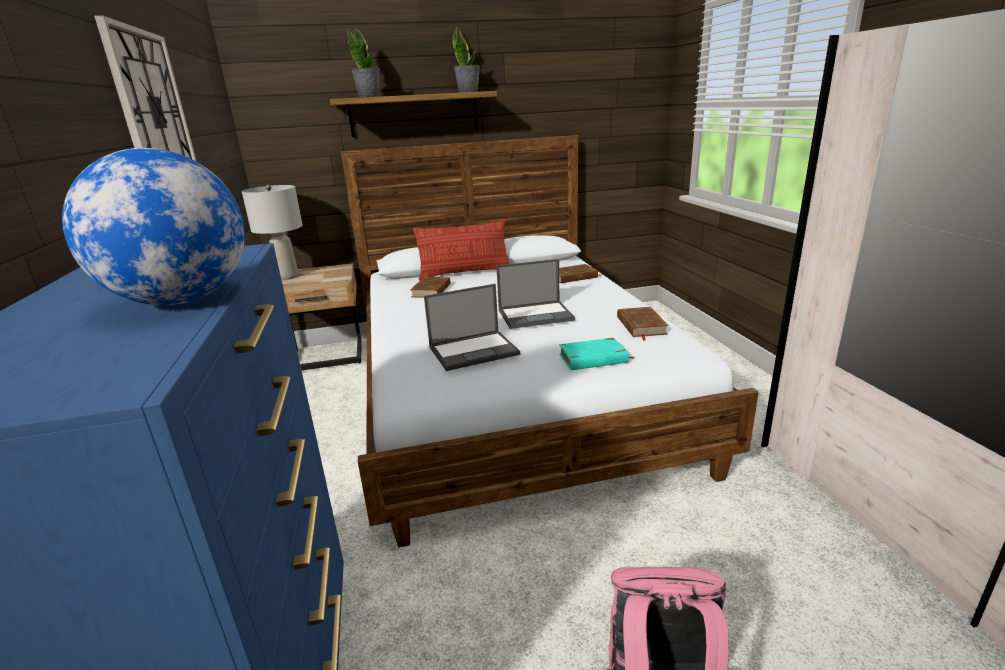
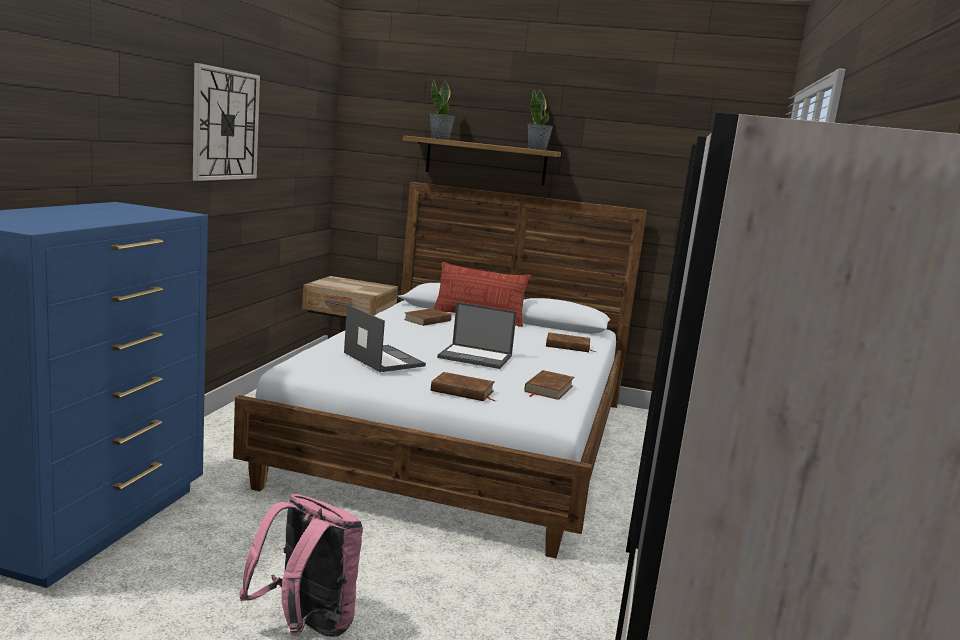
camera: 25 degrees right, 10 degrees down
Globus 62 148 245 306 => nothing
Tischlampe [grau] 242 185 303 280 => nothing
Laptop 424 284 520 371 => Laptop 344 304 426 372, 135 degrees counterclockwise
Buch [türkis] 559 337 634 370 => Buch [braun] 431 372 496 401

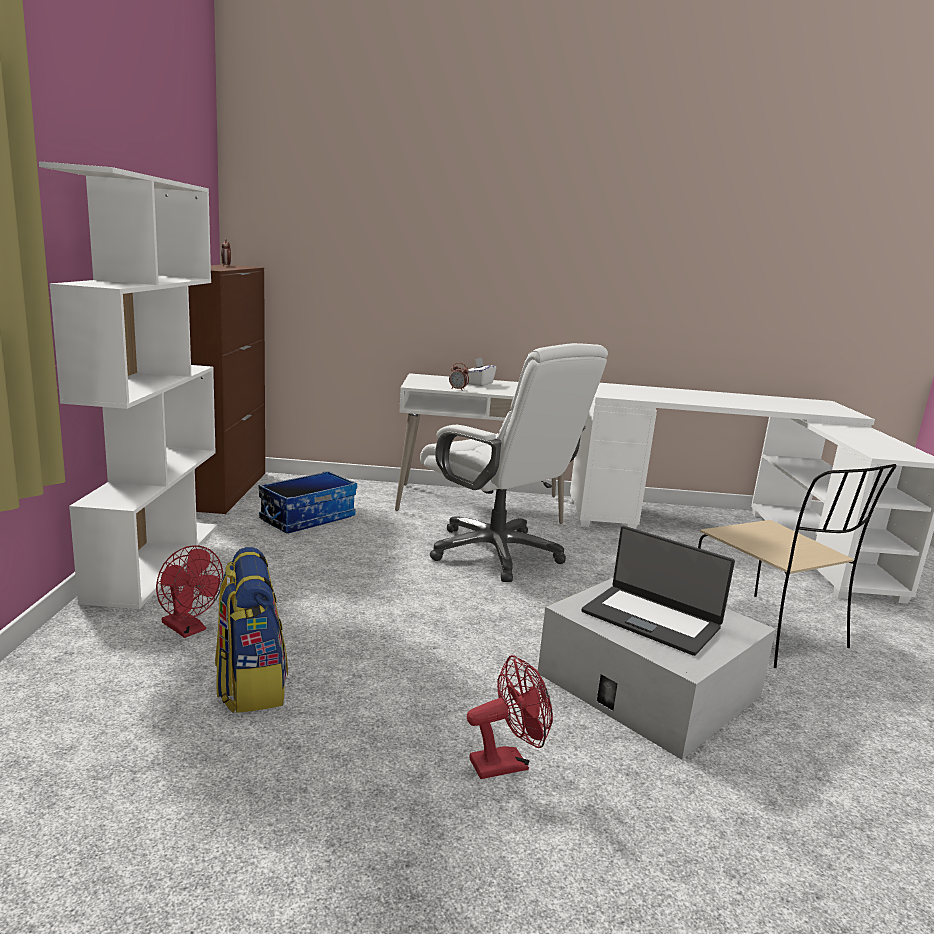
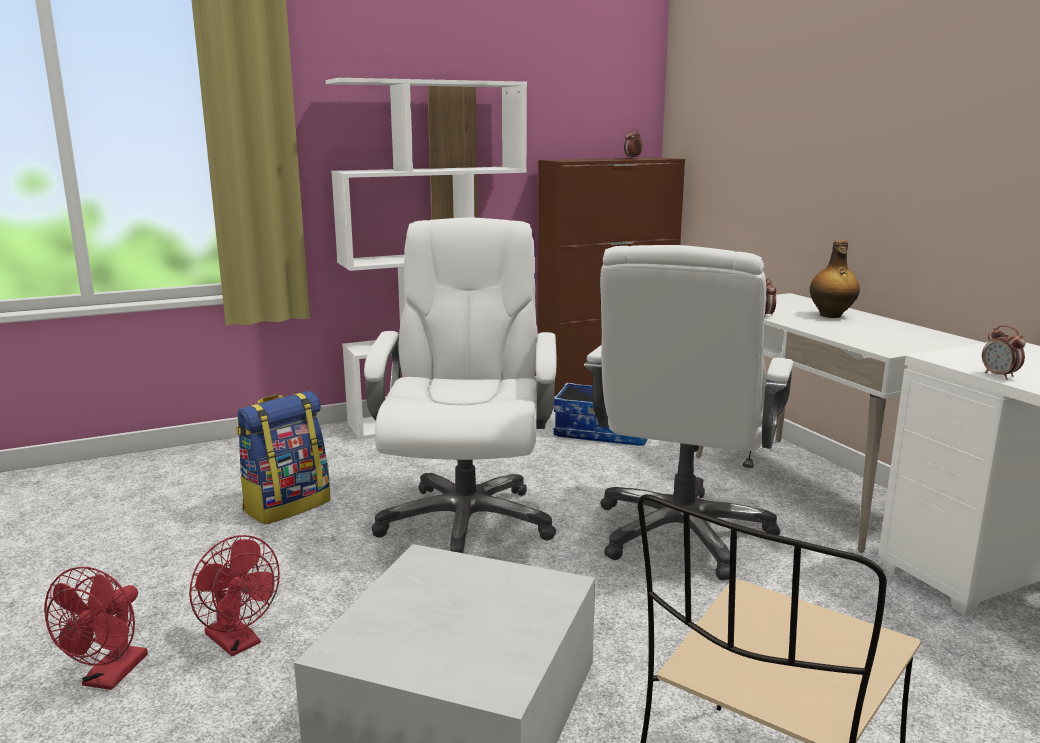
camera: 65 degrees right, 0 degrees up
Ventilator [rot] 156 545 223 638 => Ventilator [rot] 44 567 148 690, moved
Taschentuchbox [weiß] 468 358 496 386 => Flasche 810 241 860 318
Laptop 582 526 735 656 => nothing
nothing => Bürostuhl [weiß] 364 217 556 553
nothing => Wecker 982 325 1026 379

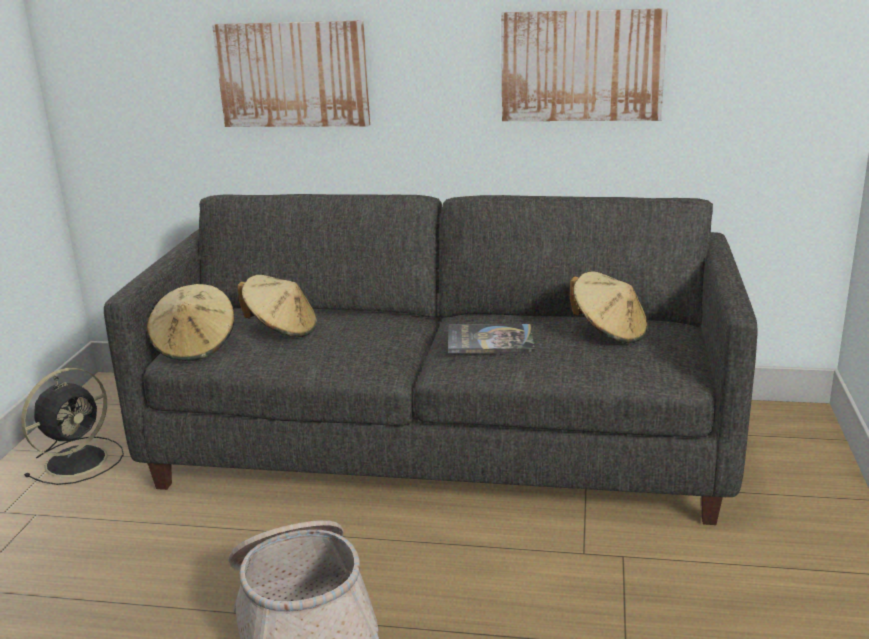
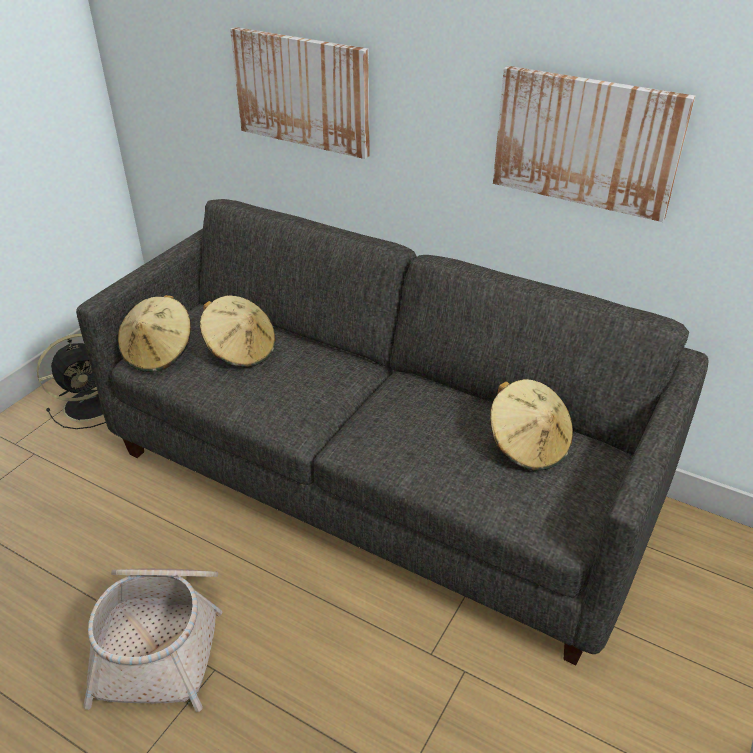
camera: 20 degrees right, 15 degrees up
Buch 448 324 535 353 => nothing

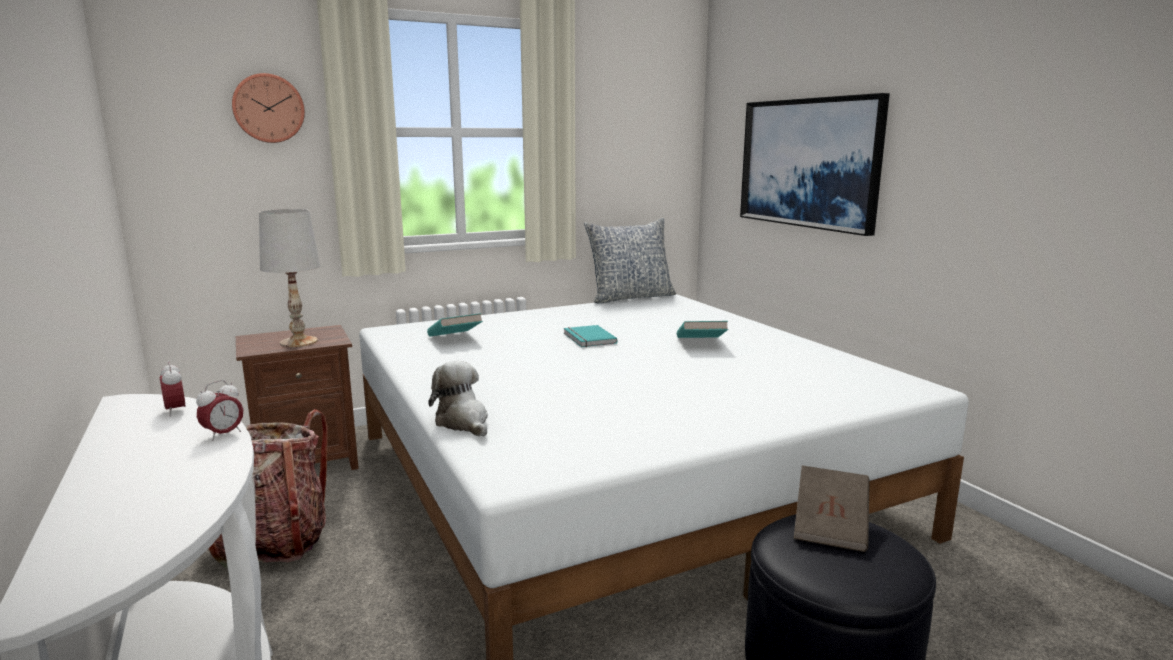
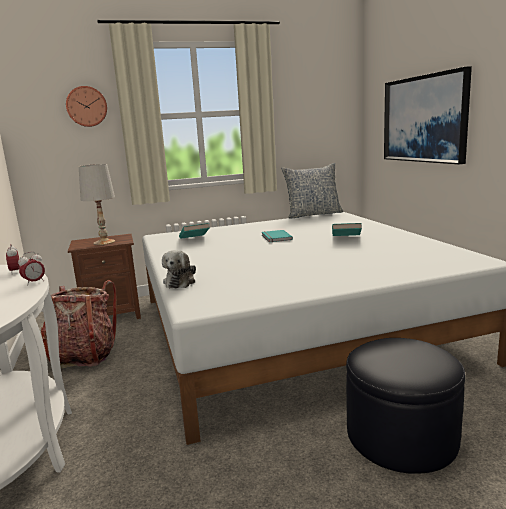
camera: 10 degrees right, 0 degrees up
Plüschtier 428 361 488 437 => Plüschtier 162 250 196 288, 150 degrees counterclockwise
Buch [braun] 794 465 870 552 => nothing

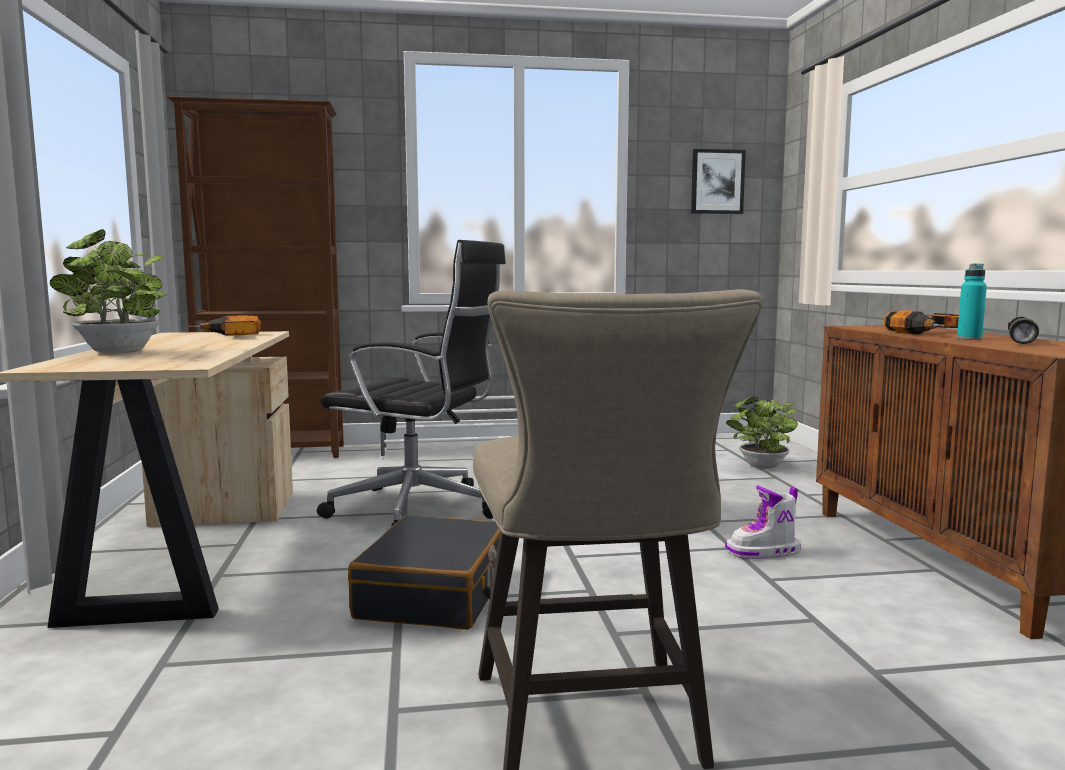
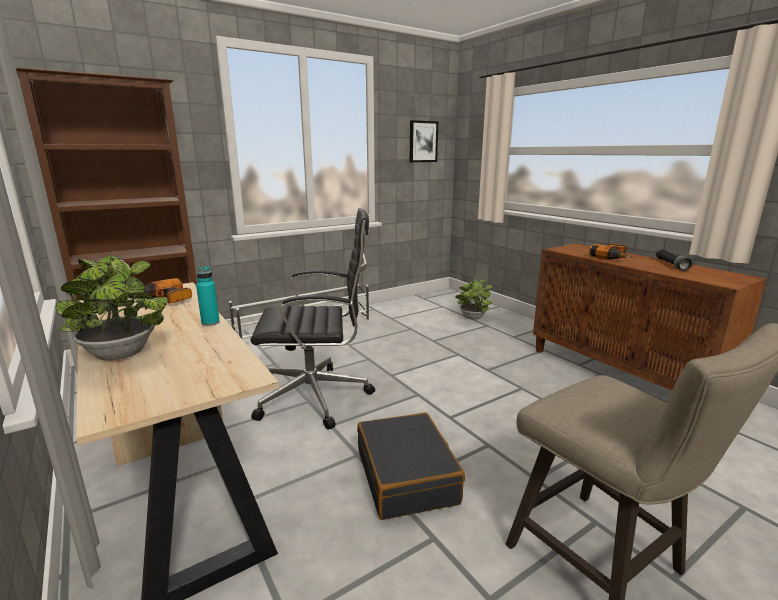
camera: 25 degrees left, 10 degrees up
Stiefel 725 485 802 559 => nothing
Flasche [türkis] 957 264 987 340 => Flasche [türkis] 196 266 220 326, moved

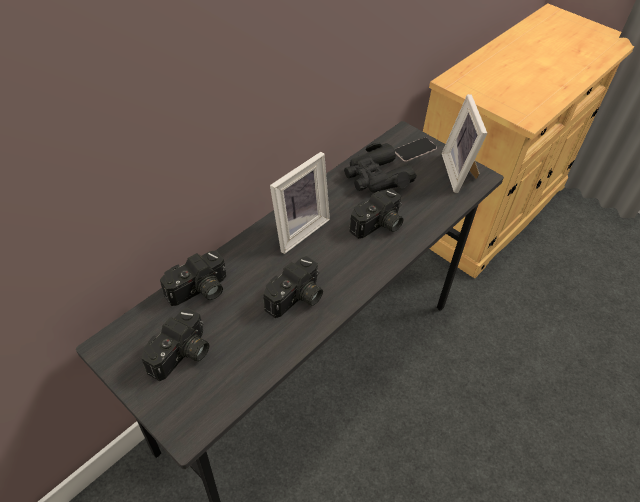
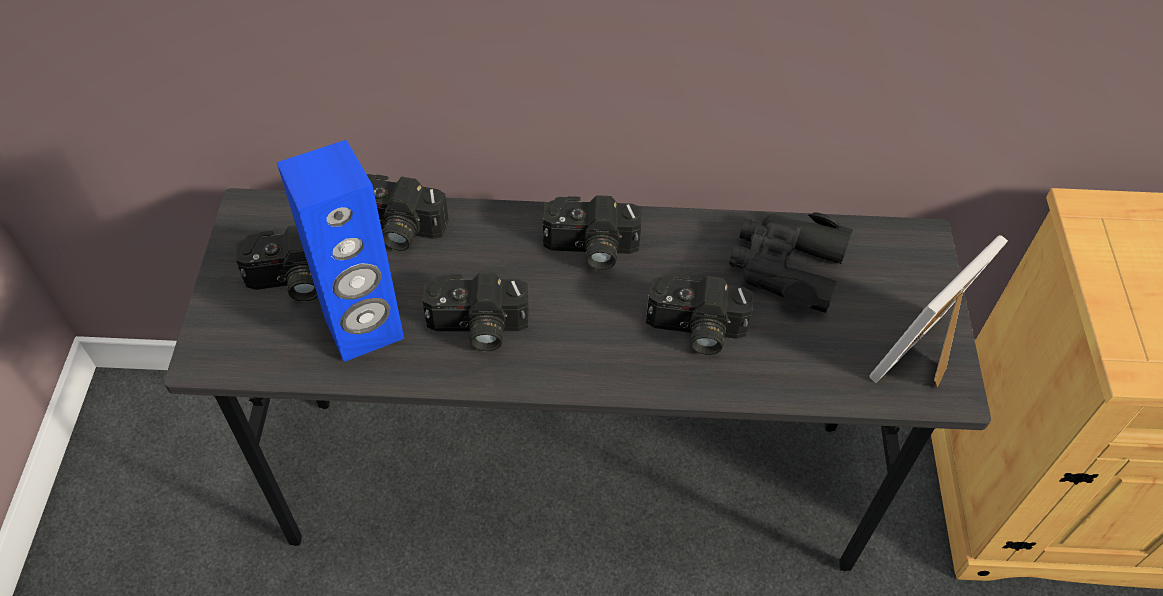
camera: 50 degrees right, 5 degrees up
Bilderrahmen 270 152 330 254 => Kamera 543 195 641 270
Handy 394 137 437 162 => nothing
nothing => Lautsprecher [blau] 277 140 404 362

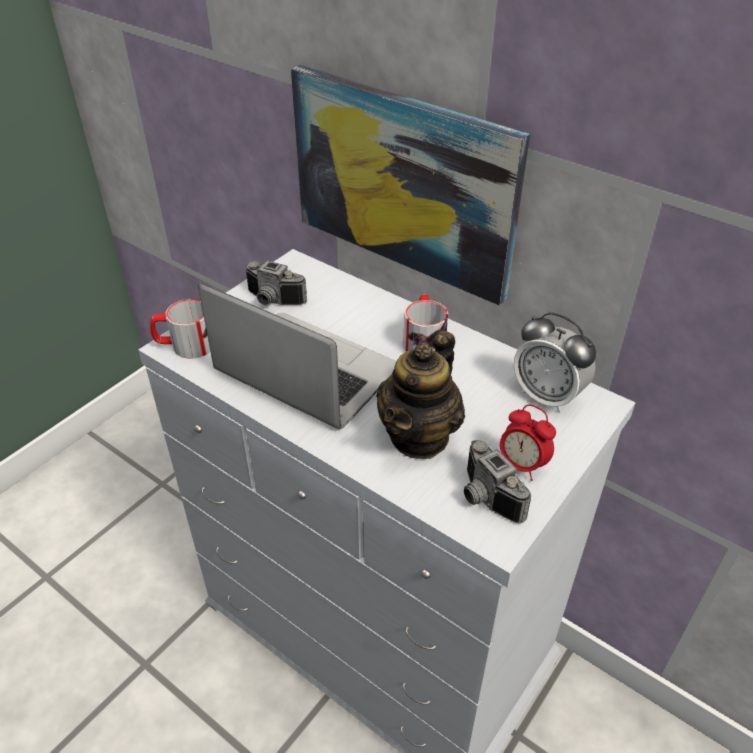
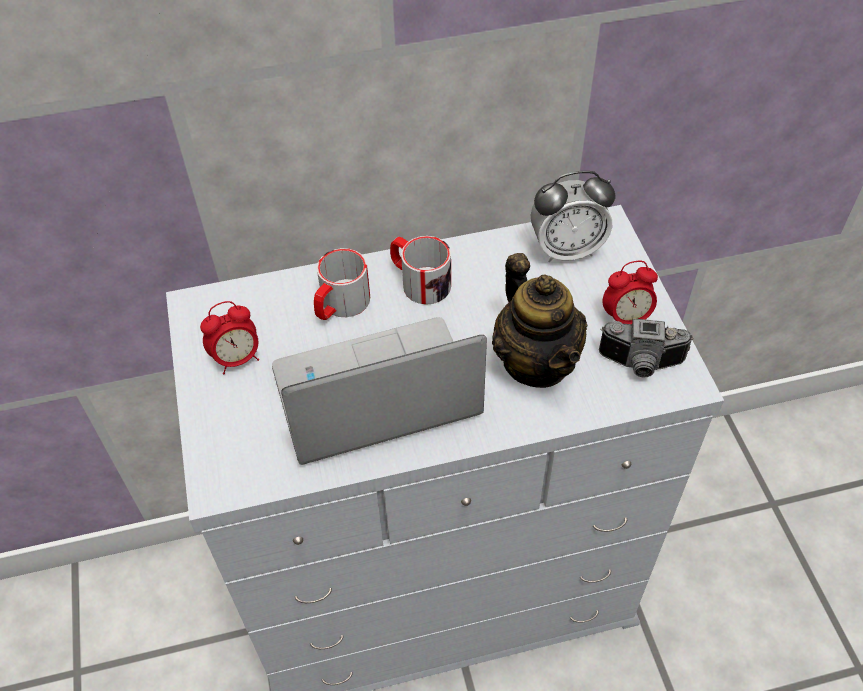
camera: 50 degrees left, 10 degrees up
Henkelbecher 150 299 210 359 => Henkelbecher 314 248 370 320, moved
Kamera 244 260 307 305 => Wecker 200 301 259 374
Bild 291 65 530 306 => nothing

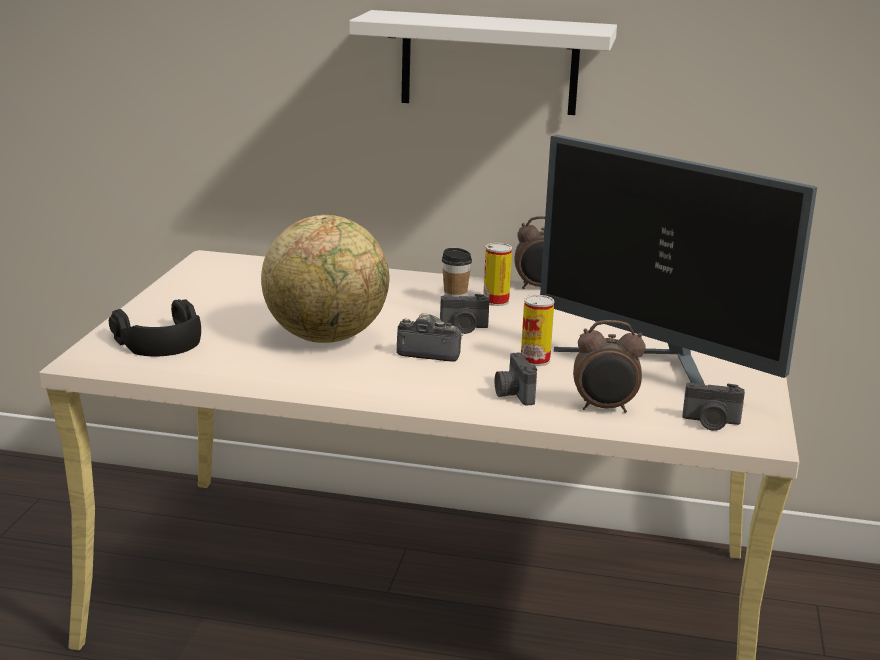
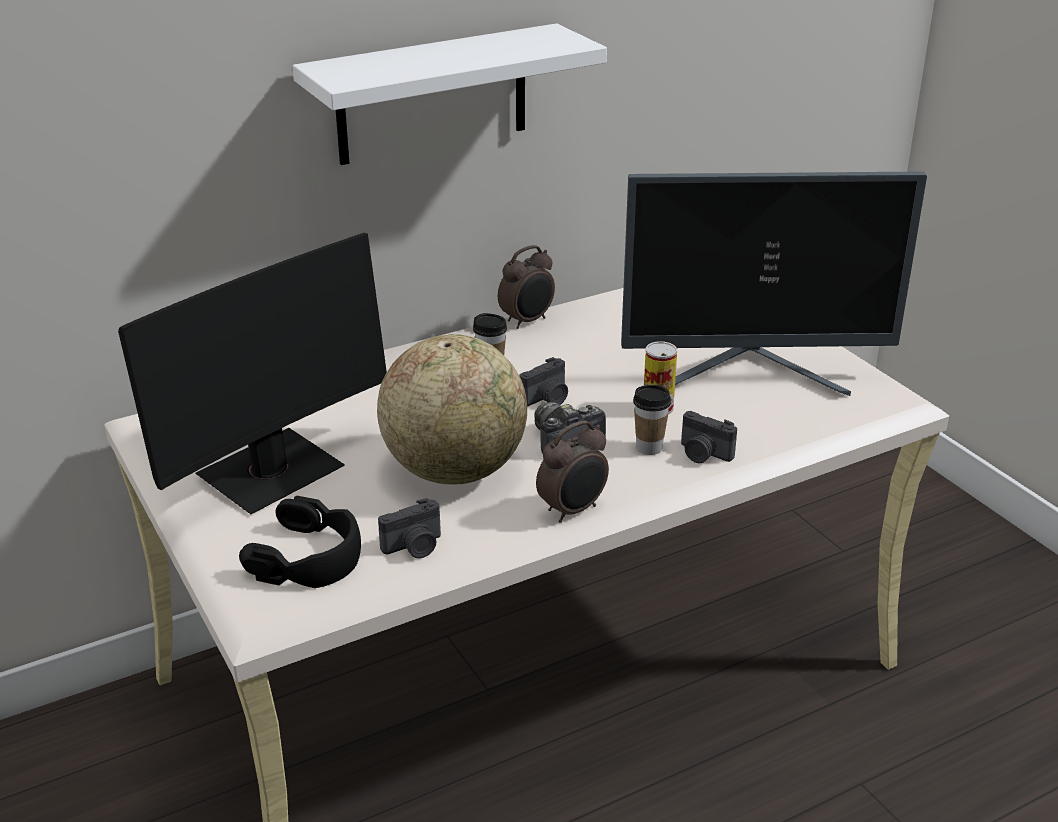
camera: 40 degrees left, 10 degrees up
Dose 483 243 512 306 => nothing
Wecker 573 320 646 413 => Wecker 536 420 609 523, moved
Kamera 683 383 745 431 => Kamera 378 498 441 559, moved
nothing => Monitor 118 233 387 514
nothing => Tasse 633 385 671 455

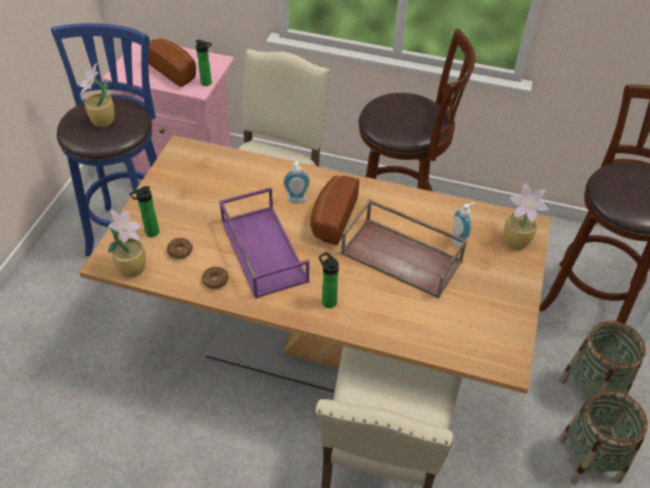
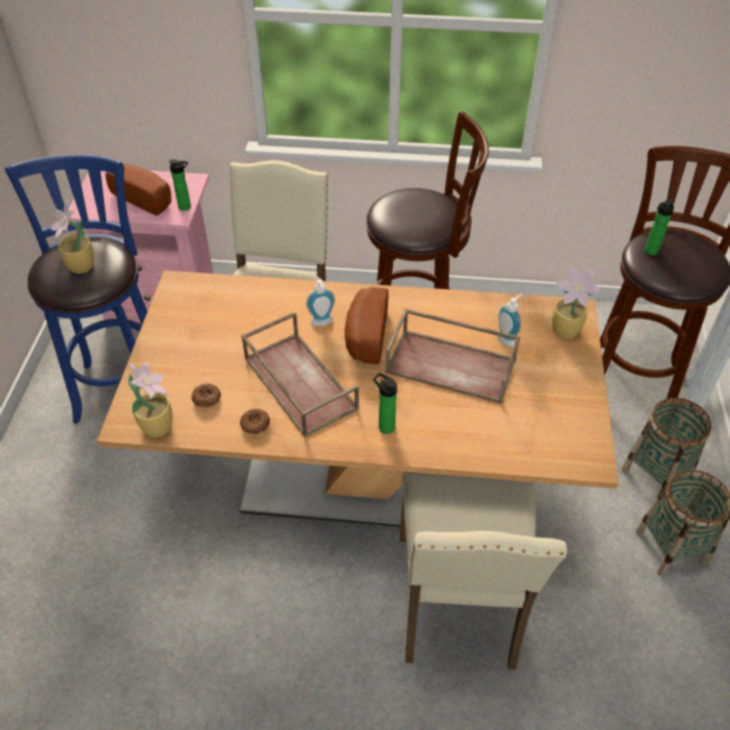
camera: 10 degrees left, 0 degrees up
Flasche 129 186 159 237 => Flasche 645 199 674 255, moved
Tablett [lila] 219 187 309 299 => Tablett [braun] 241 312 359 437

